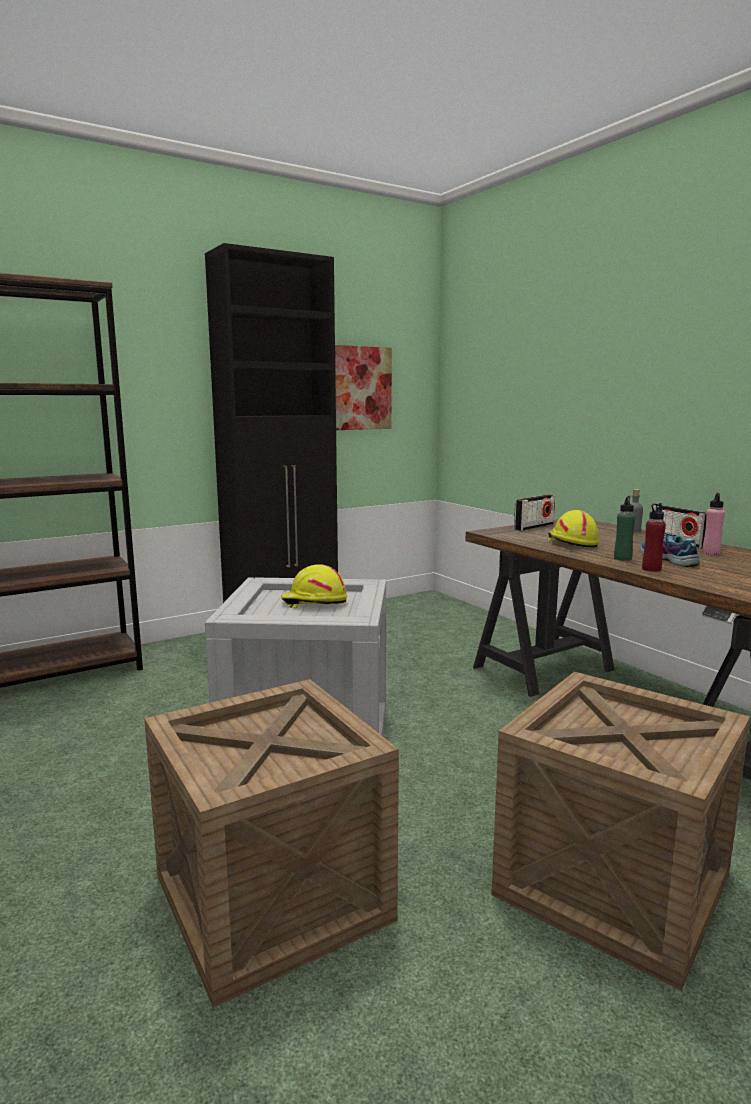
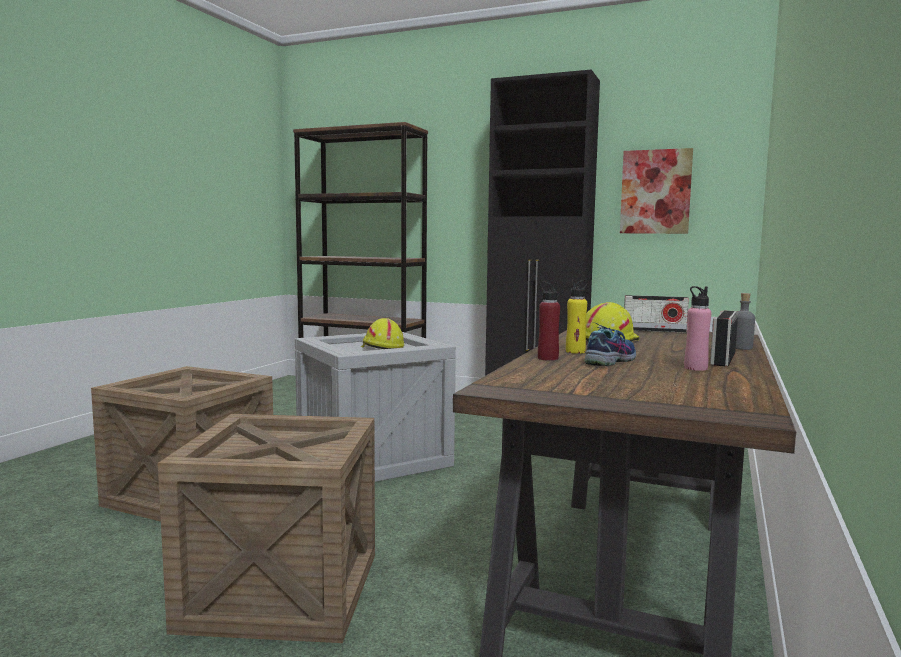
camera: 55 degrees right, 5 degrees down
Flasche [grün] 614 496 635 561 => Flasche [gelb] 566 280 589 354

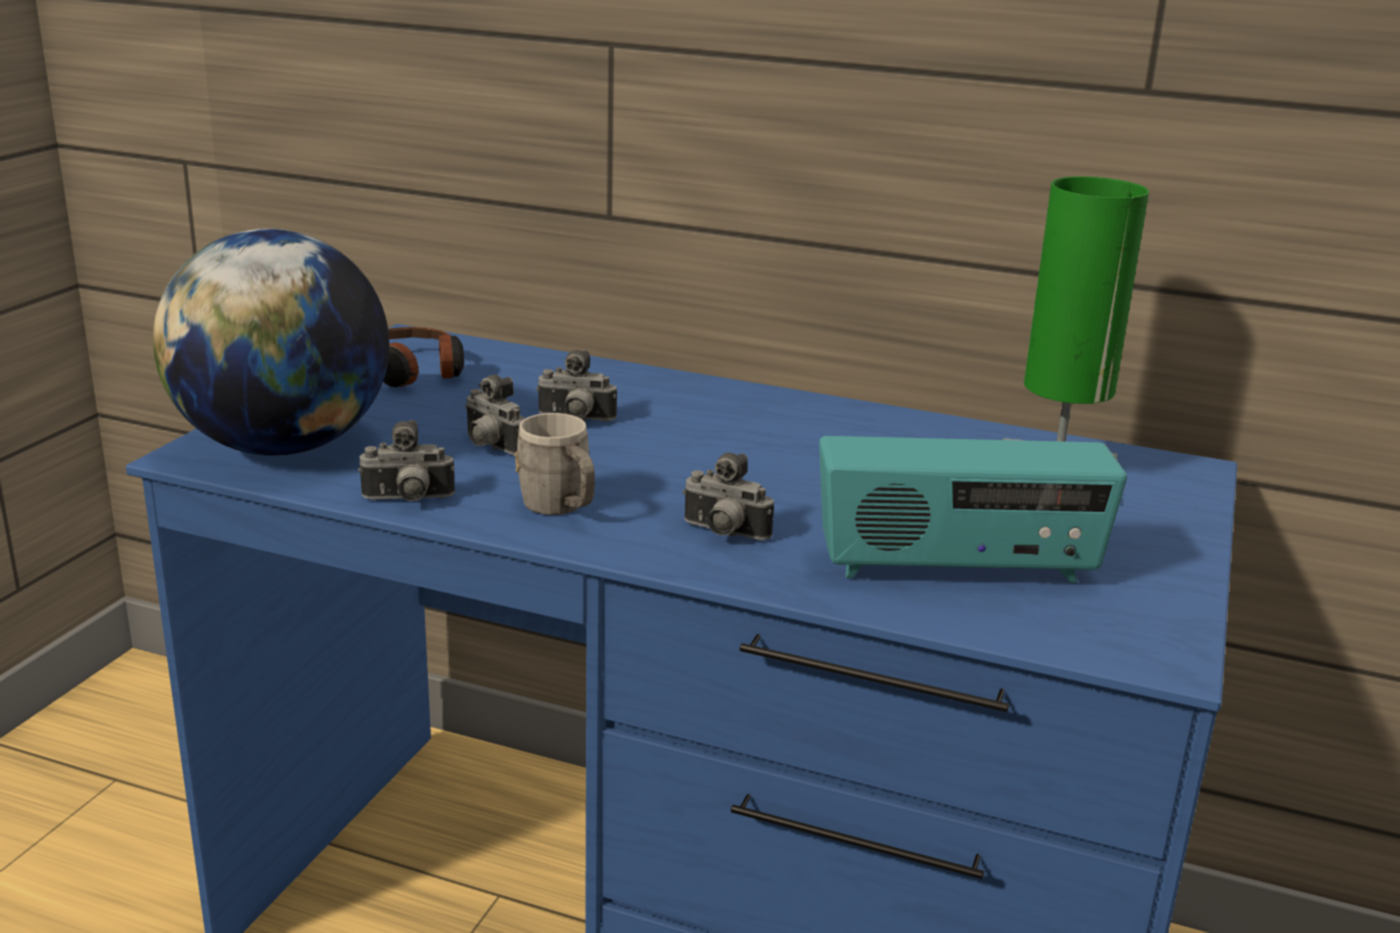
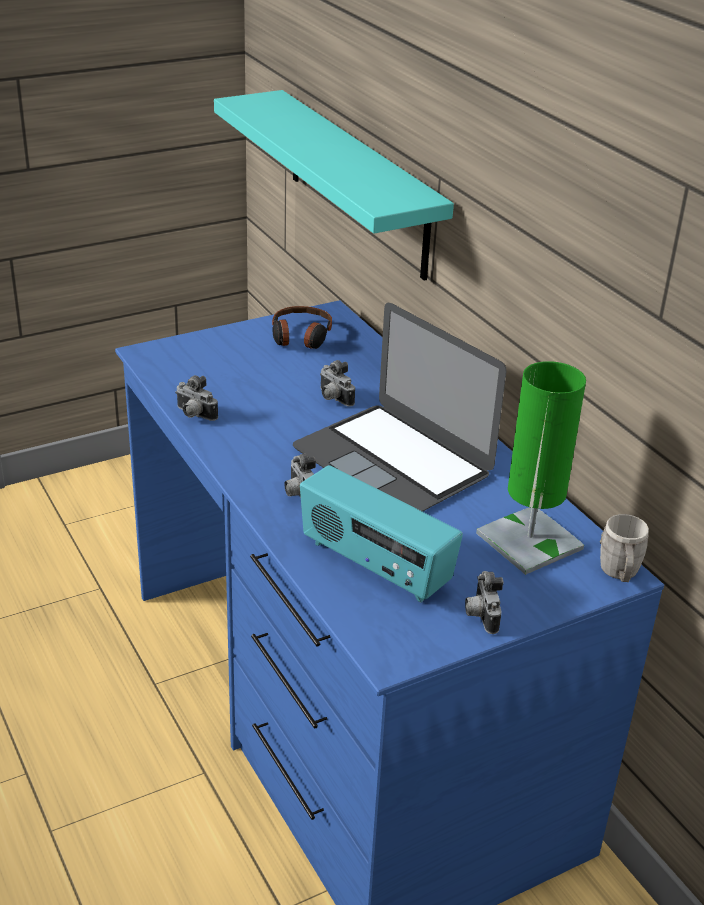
camera: 40 degrees right, 10 degrees up
Globus 153 229 389 456 => nothing
Kamera 465 374 526 456 => Kamera 465 571 504 634, moved
Henkelbecher [grau] 515 413 595 515 => Henkelbecher [grau] 600 514 649 582, moved
nothing => Wandregal [türkis] 214 90 454 281
nothing => Laptop 293 303 507 512

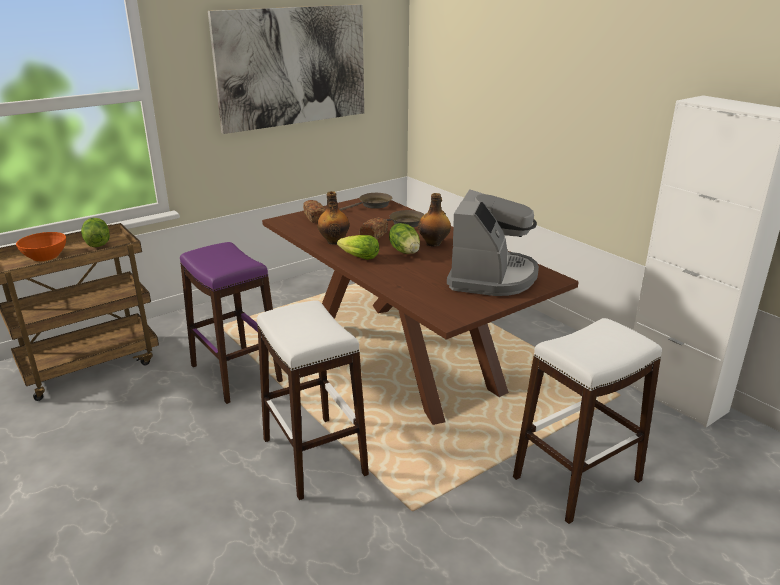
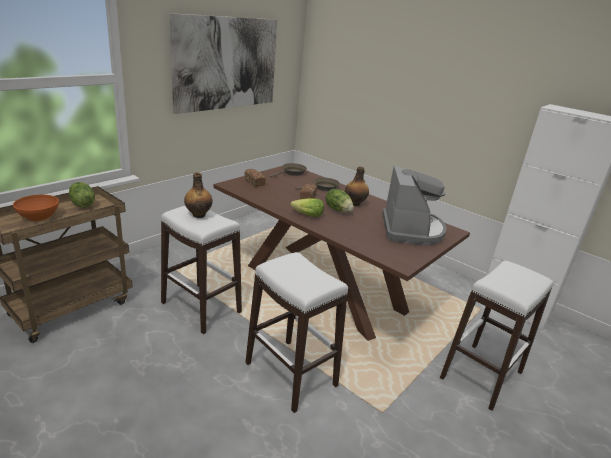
camera: 15 degrees left, 0 degrees up
Hocker [lila] 180 242 283 404 => Hocker [weiß] 161 206 242 334
Flasche 317 191 349 245 => Flasche 184 172 213 218, moved

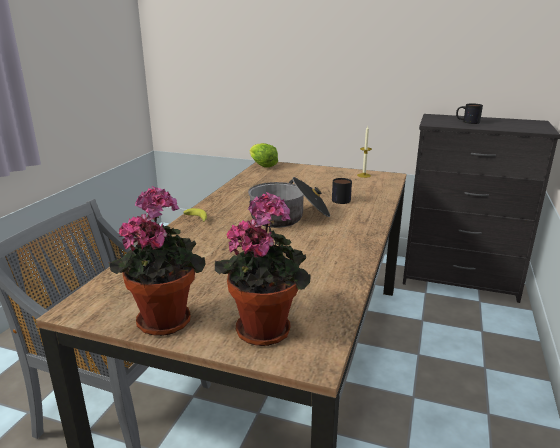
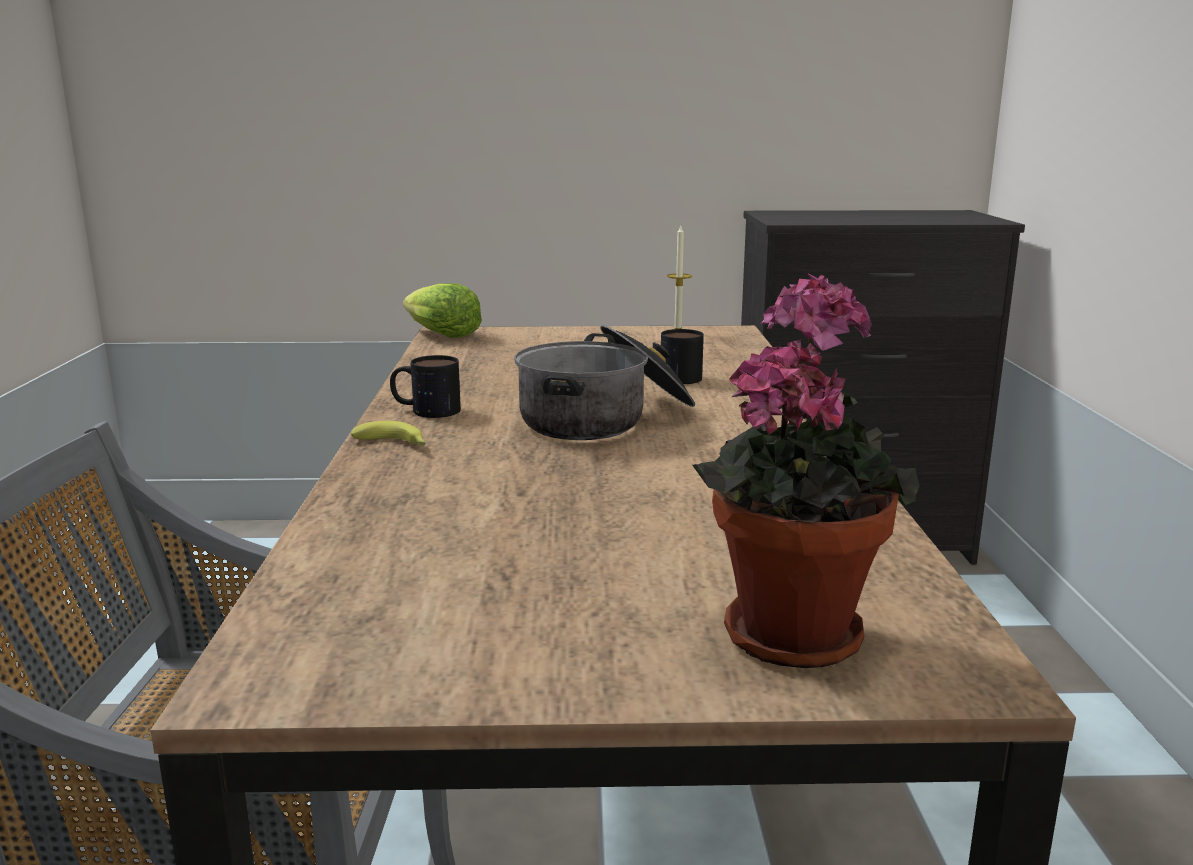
camera: 20 degrees left, 5 degrees down
Topfpflanze 108 186 206 336 => nothing
Henkelbecher 456 103 483 124 => Henkelbecher 390 355 461 418, moved

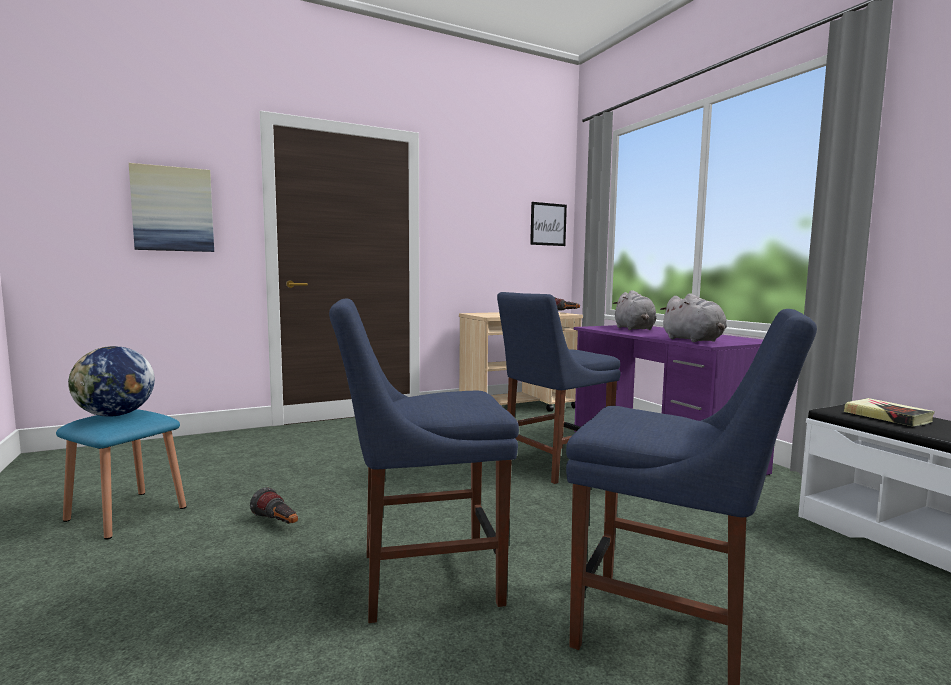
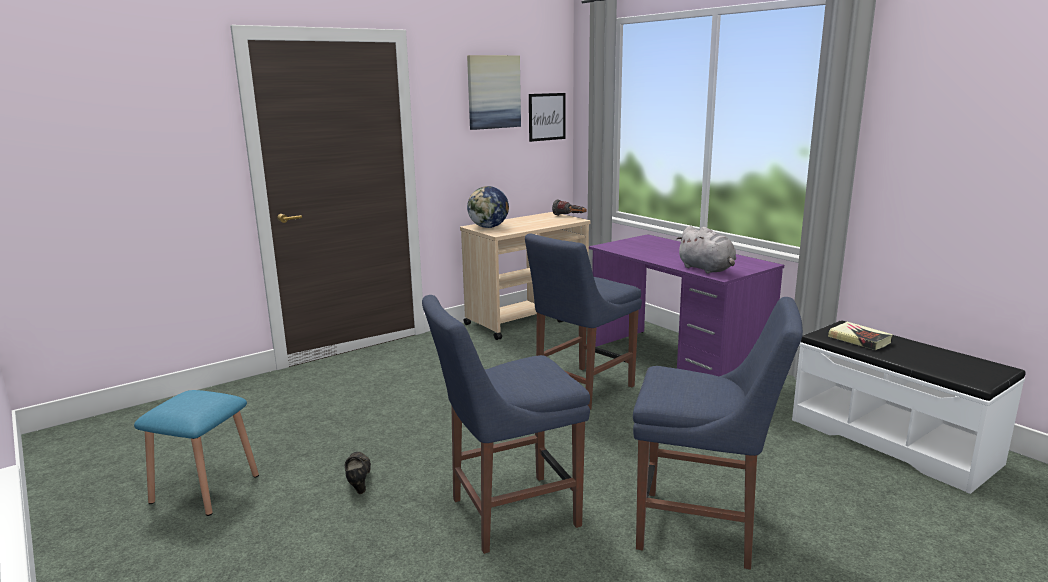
camera: 10 degrees left, 10 degrees up
Globus 68 346 155 417 => Globus 467 186 509 228, moved
Bild 129 163 214 252 => Bild 467 55 521 130, moved
Taschenlampe 250 487 298 524 => Schuh [schwarz] 345 452 371 494
Plüschtier [grau] 613 290 657 330 => nothing

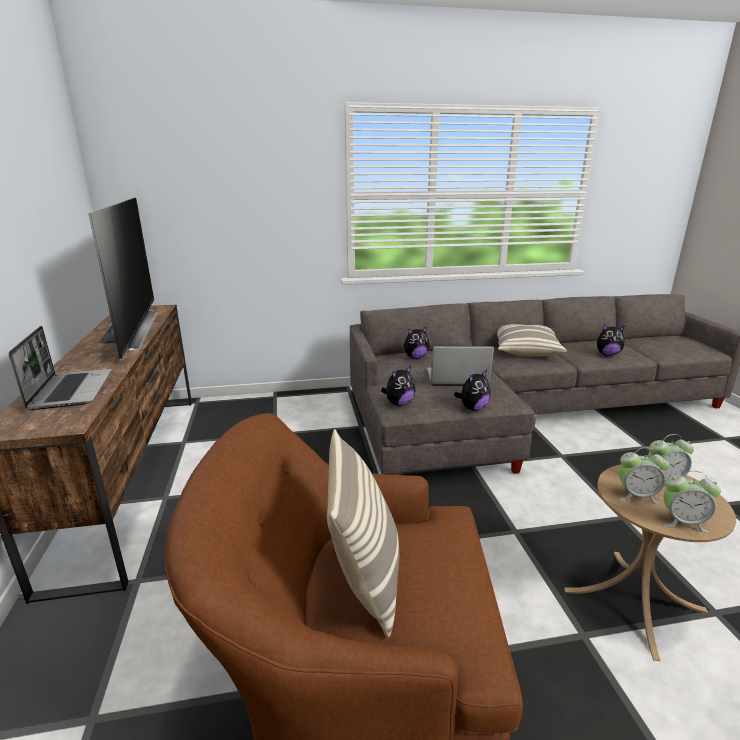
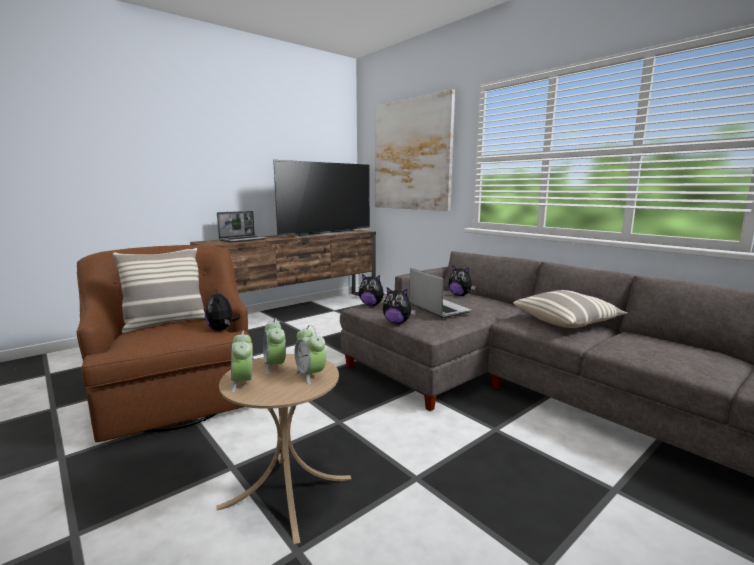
camera: 60 degrees right, 10 degrees down
Plüschtier 597 324 625 356 => Plüschtier 205 290 240 331, moved
nothing => Bild 375 89 455 211

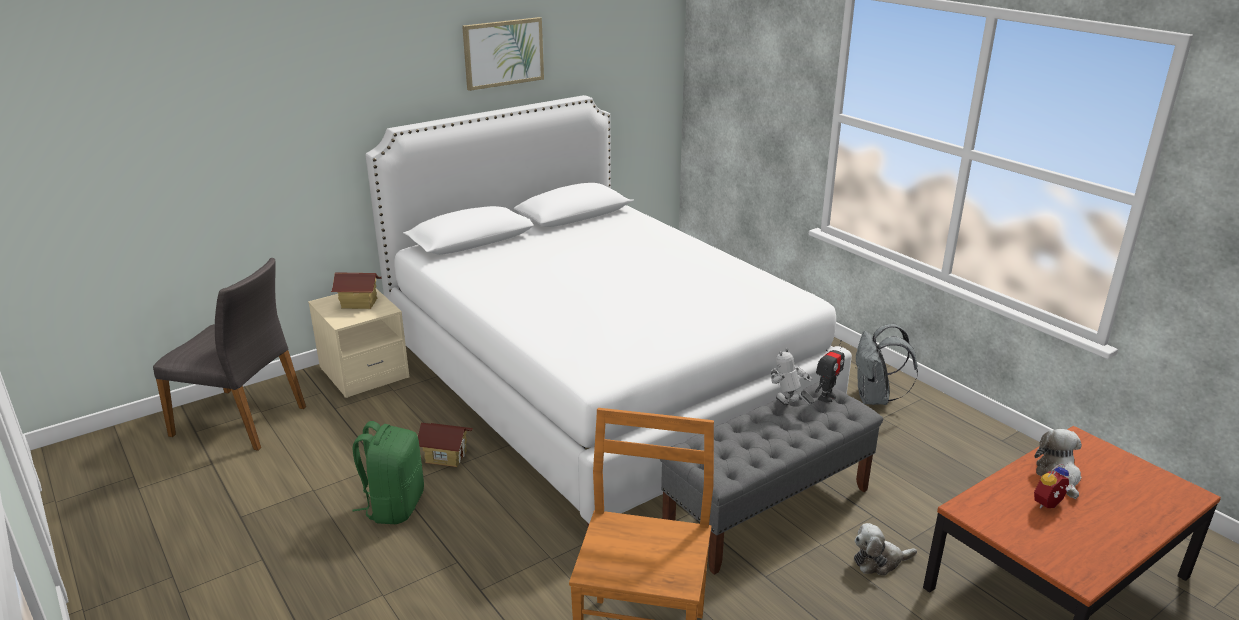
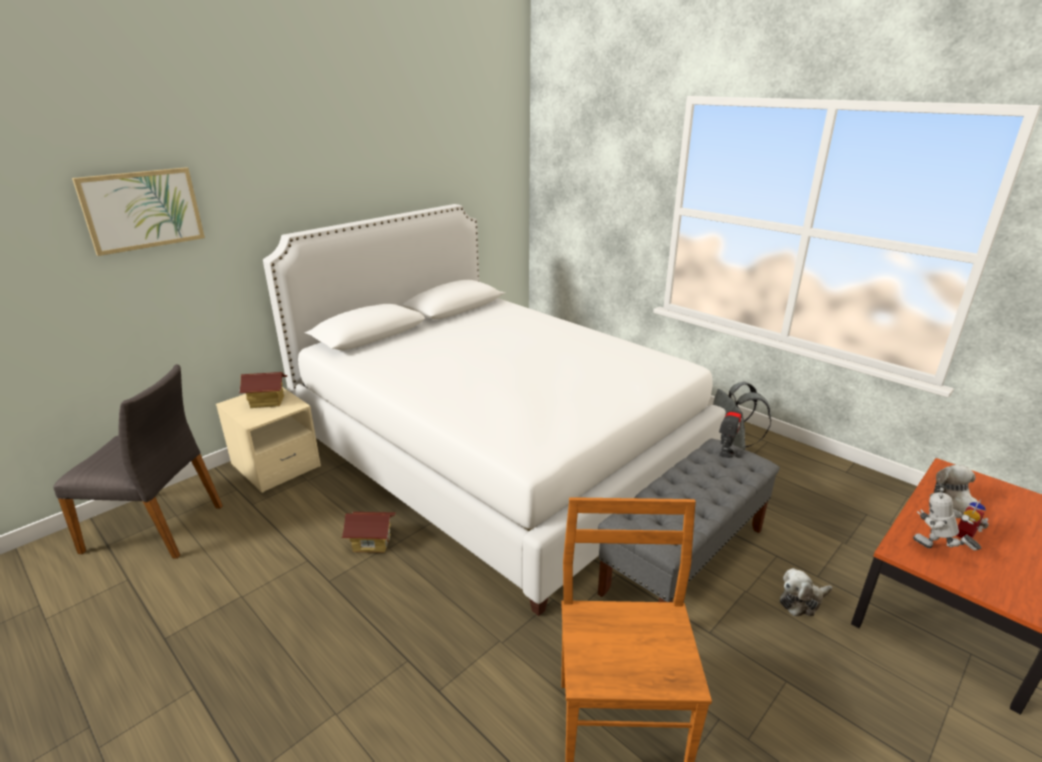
camera: 10 degrees left, 0 degrees up
Rucksack [grün] 352 421 424 524 => nothing
Bild 462 17 544 91 => Bild 72 167 205 256, moved
Spielzeugroboter 771 348 814 406 => Spielzeugroboter 913 488 981 550, moved

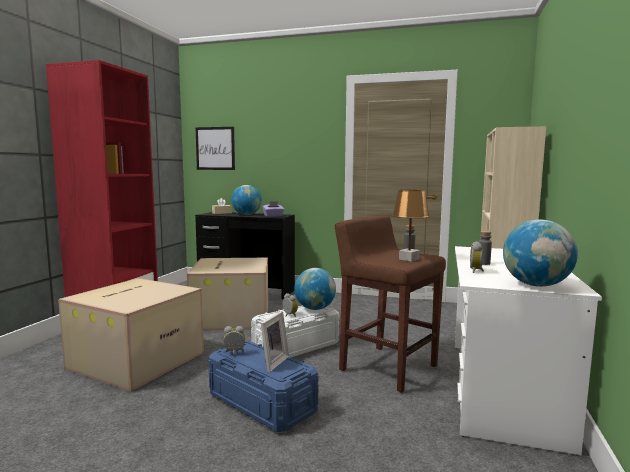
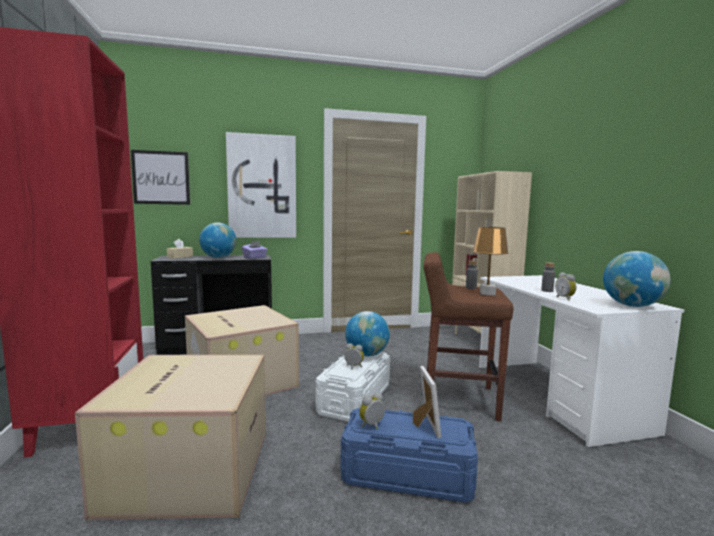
camera: 30 degrees left, 0 degrees up
nothing => Bild 226 132 296 238

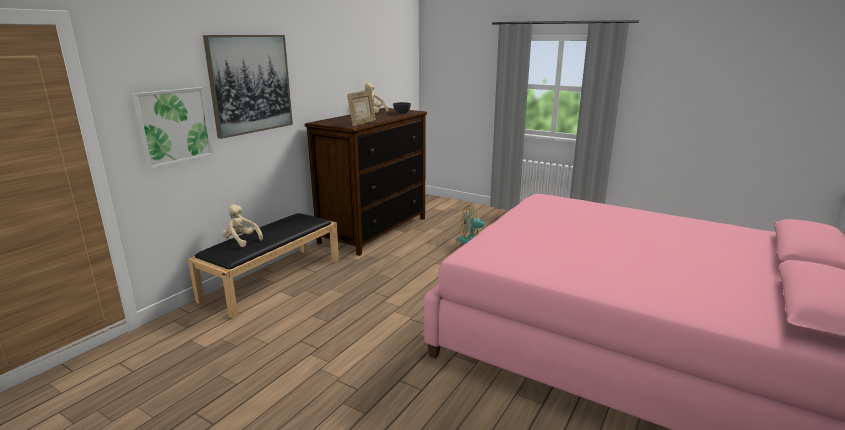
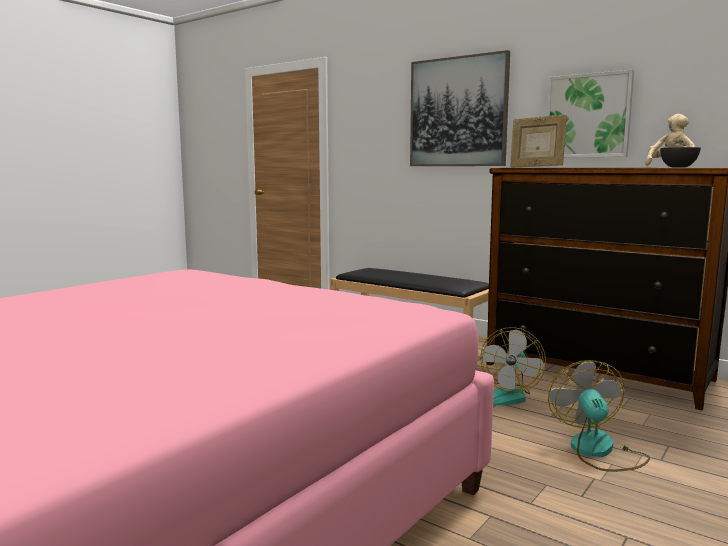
camera: 95 degrees right, 10 degrees down
Bild 132 87 213 169 => Bild 546 69 634 158, moved
Plüschtier [beige] 222 204 263 247 => nothing
nothing => Ventilator 480 327 546 405

